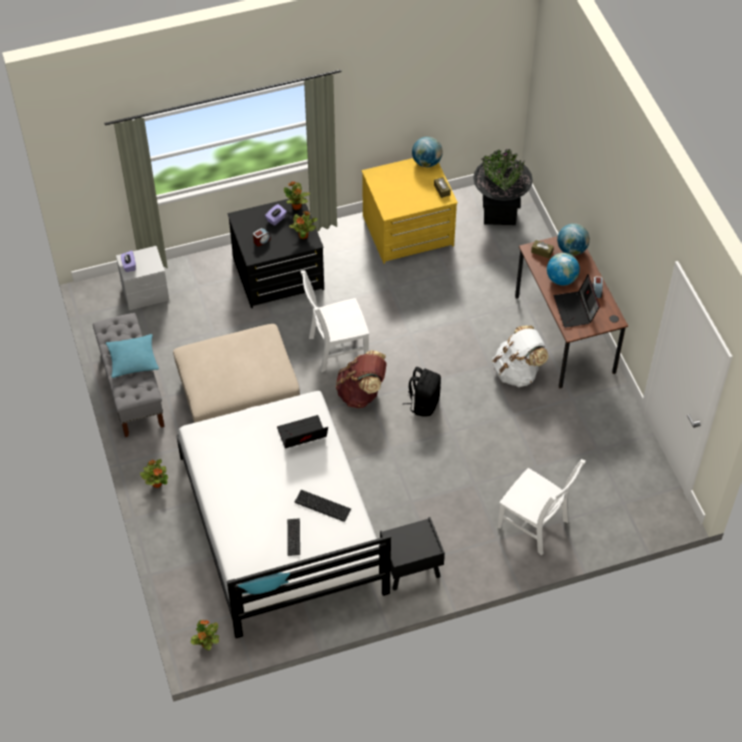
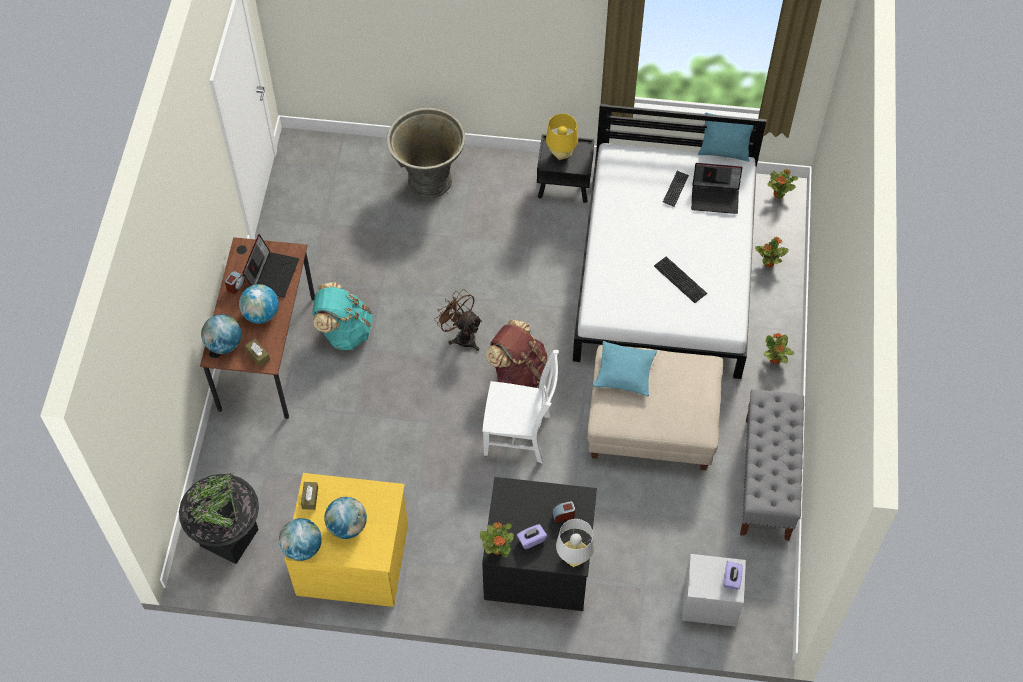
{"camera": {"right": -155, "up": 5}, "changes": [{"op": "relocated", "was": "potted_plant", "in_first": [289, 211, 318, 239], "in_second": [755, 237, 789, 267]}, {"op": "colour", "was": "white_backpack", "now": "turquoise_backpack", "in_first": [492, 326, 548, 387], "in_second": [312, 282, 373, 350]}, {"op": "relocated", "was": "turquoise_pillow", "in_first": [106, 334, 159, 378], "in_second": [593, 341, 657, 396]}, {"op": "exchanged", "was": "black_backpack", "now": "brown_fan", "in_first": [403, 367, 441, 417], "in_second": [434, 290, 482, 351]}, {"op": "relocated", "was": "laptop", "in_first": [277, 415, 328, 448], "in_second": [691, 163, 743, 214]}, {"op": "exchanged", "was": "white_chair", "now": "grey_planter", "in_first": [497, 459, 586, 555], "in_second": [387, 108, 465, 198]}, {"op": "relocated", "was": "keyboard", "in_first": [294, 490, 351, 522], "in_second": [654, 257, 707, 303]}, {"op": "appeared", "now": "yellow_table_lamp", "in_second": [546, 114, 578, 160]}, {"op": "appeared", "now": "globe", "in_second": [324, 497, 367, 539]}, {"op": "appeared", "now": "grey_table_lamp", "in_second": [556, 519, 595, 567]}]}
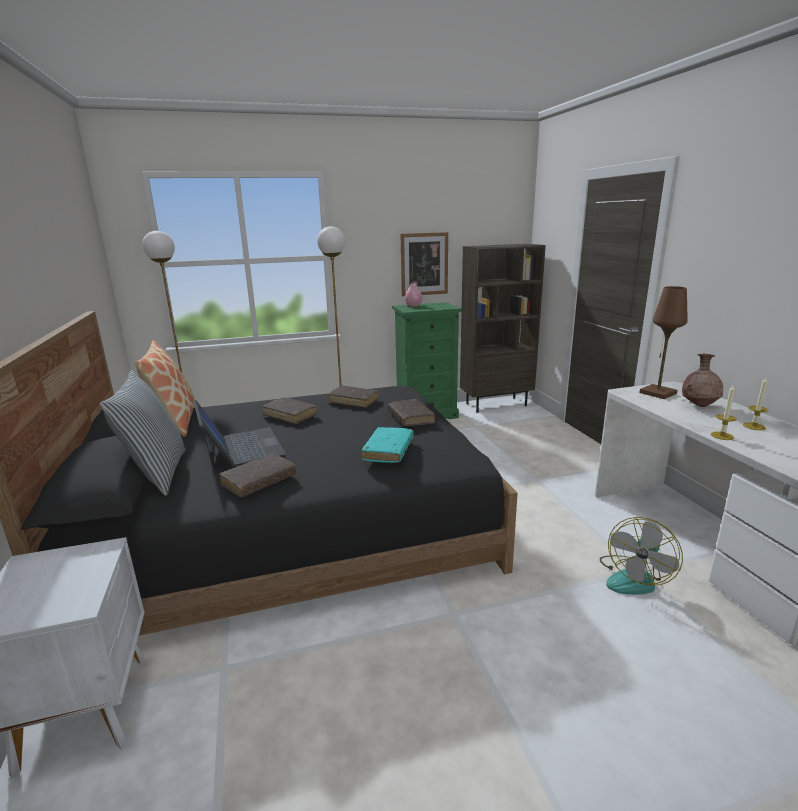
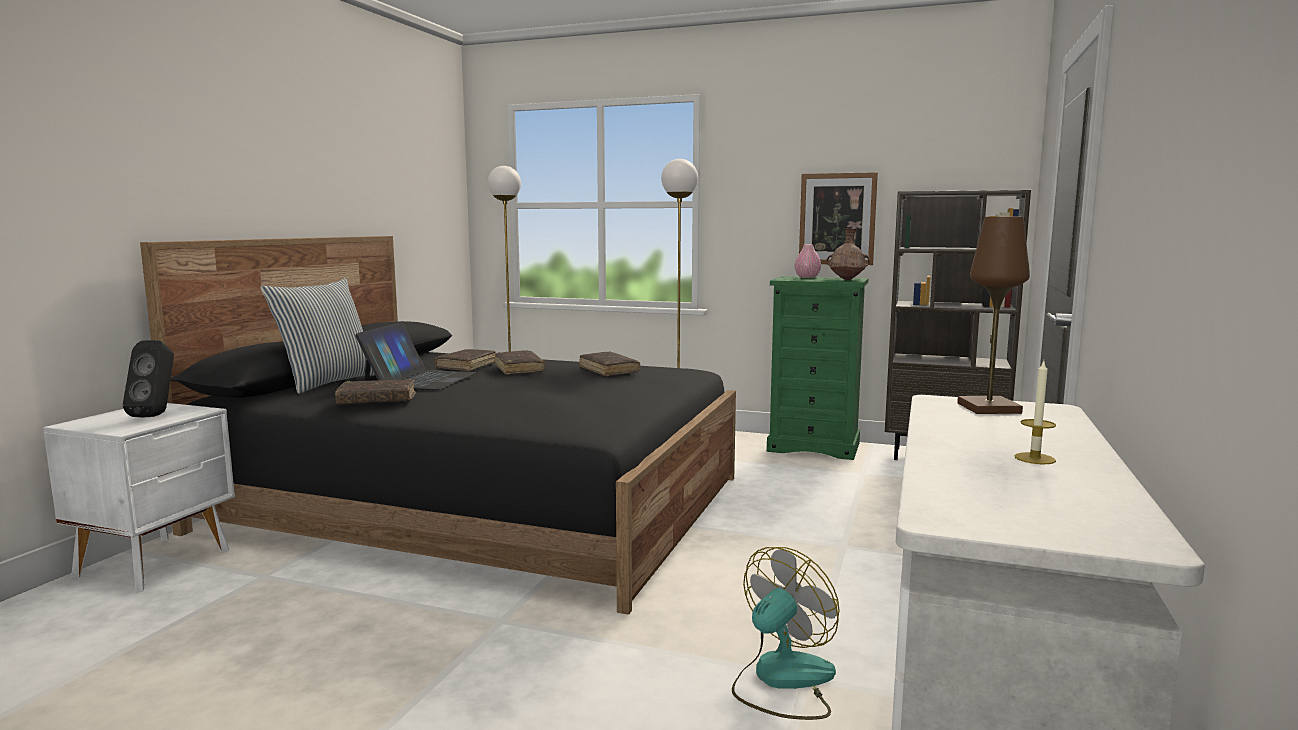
{"camera": {"right": 35, "up": -10}, "changes": [{"op": "missing", "was": "pillow", "in_first": [135, 340, 195, 437]}, {"op": "relocated", "was": "brown_vase", "in_first": [682, 354, 723, 407], "in_second": [826, 228, 870, 280]}, {"op": "missing", "was": "candle", "in_first": [711, 384, 736, 440]}, {"op": "relocated", "was": "brown_book", "in_first": [388, 399, 435, 426], "in_second": [434, 349, 496, 372]}, {"op": "missing", "was": "turquoise_book", "in_first": [361, 427, 413, 463]}, {"op": "spun", "was": "fan", "in_first": [600, 517, 683, 595], "in_second": [732, 547, 840, 720], "clockwise": 150}, {"op": "appeared", "now": "black_speaker", "in_second": [123, 340, 174, 417]}]}
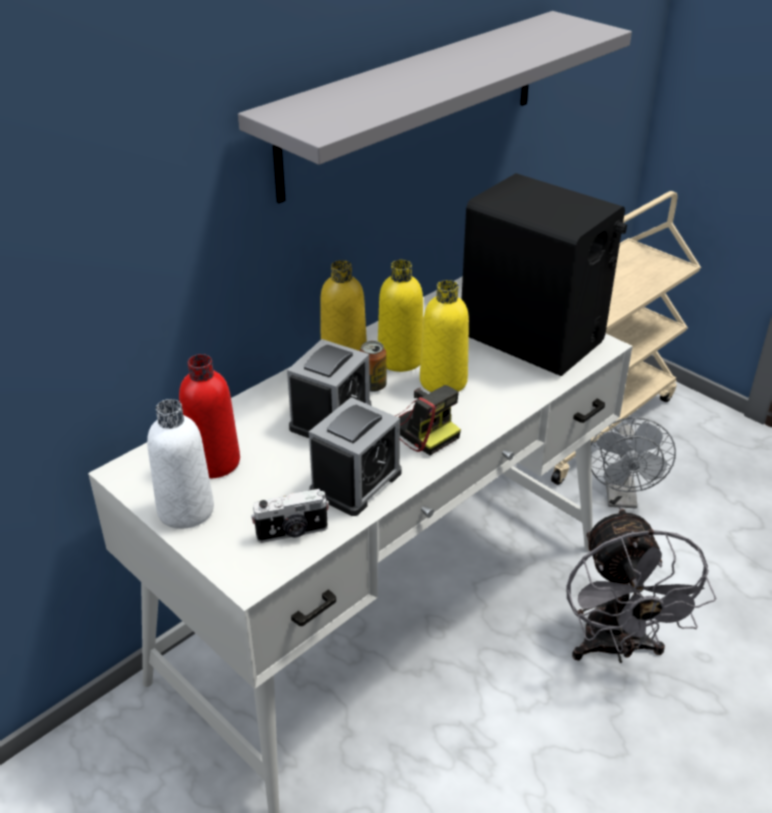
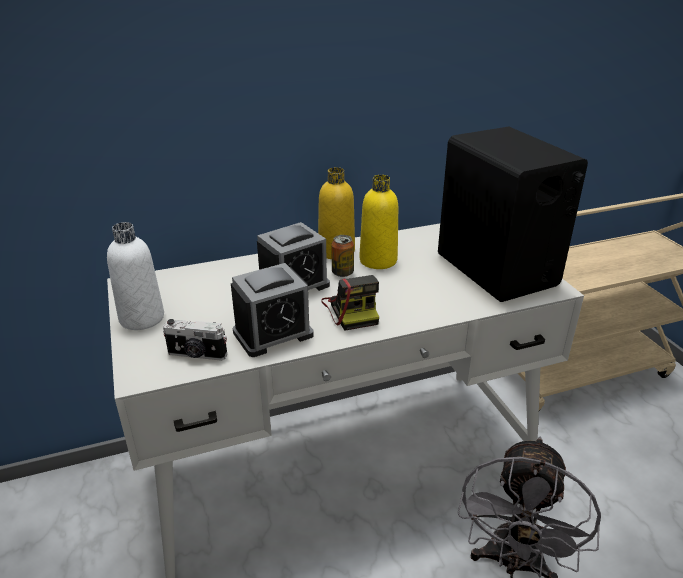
{"camera": {"right": 25, "up": -5}, "changes": [{"op": "missing", "was": "grey_shelf", "in_first": [238, 11, 632, 203]}, {"op": "missing", "was": "yellow_bottle", "in_first": [420, 280, 469, 392]}, {"op": "missing", "was": "red_bottle", "in_first": [179, 354, 240, 479]}, {"op": "missing", "was": "grey_fan", "in_first": [591, 417, 676, 508]}]}
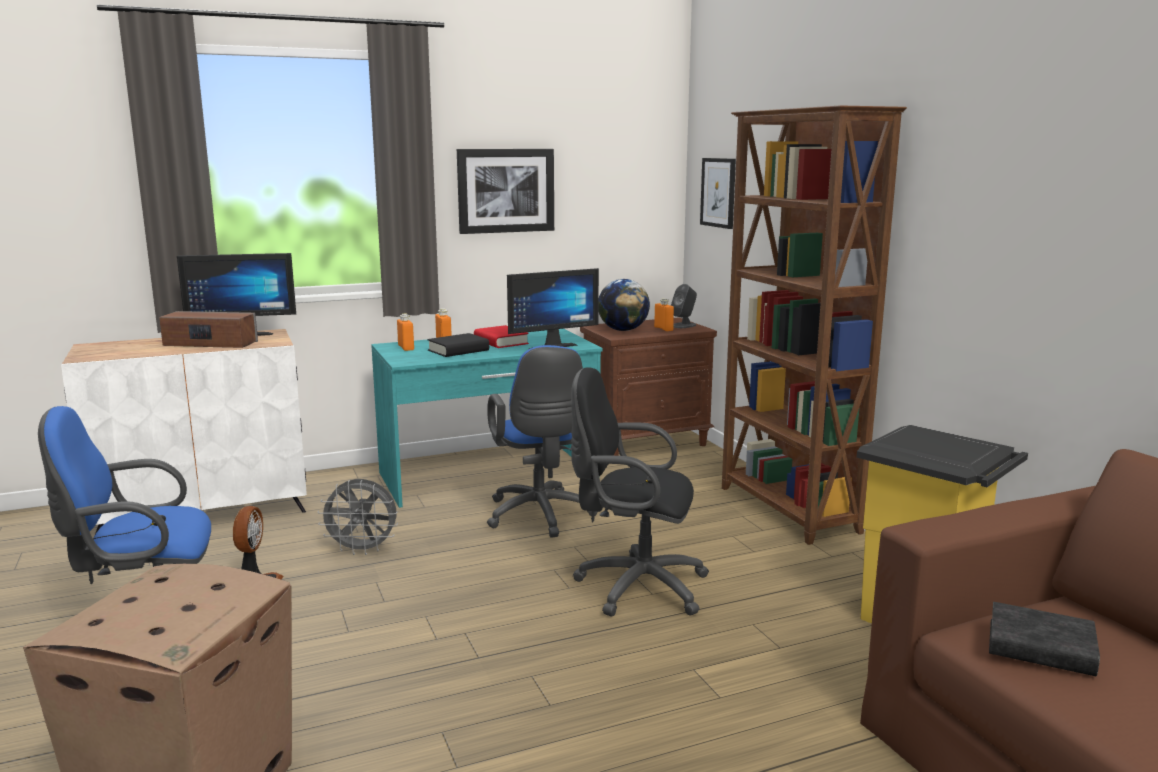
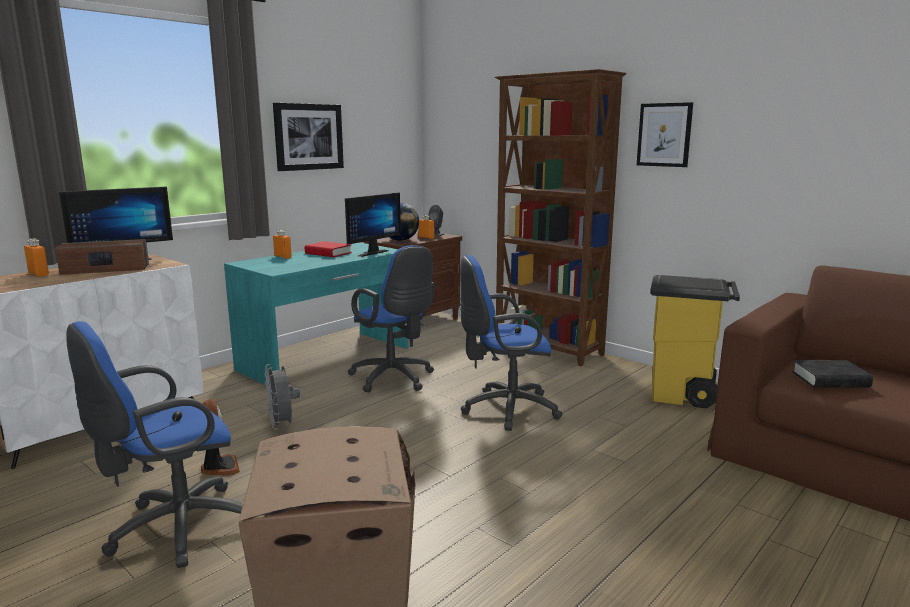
{"camera": {"right": -25, "up": 0}, "changes": [{"op": "relocated", "was": "picture", "in_first": [700, 158, 736, 229], "in_second": [637, 102, 693, 167]}, {"op": "relocated", "was": "orange_bottle", "in_first": [397, 314, 414, 351], "in_second": [24, 239, 49, 277]}, {"op": "missing", "was": "black_book", "in_first": [427, 333, 489, 357]}, {"op": "colour", "was": "black_office_chair", "now": "blue_office_chair", "in_first": [571, 367, 709, 616], "in_second": [460, 255, 562, 431]}, {"op": "spun", "was": "grey_fan", "in_first": [317, 479, 398, 555], "in_second": [264, 364, 300, 430], "clockwise": 90}]}
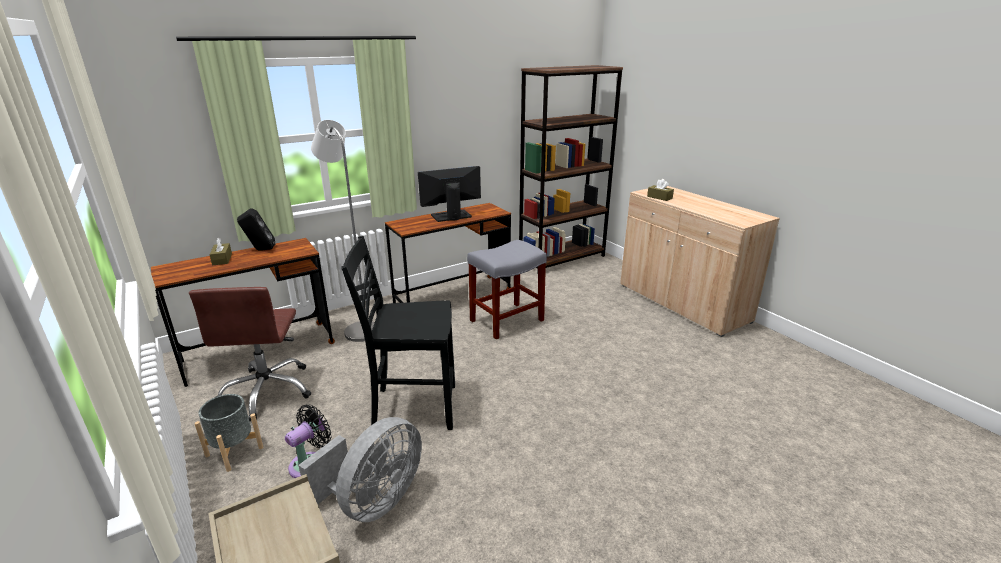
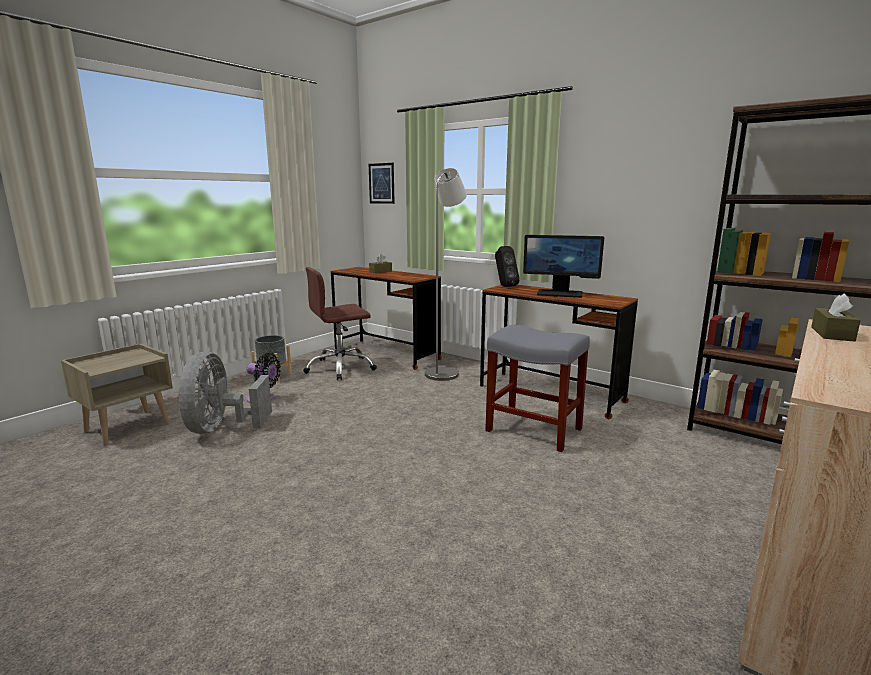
{"camera": {"right": 70, "up": -10}, "changes": [{"op": "spun", "was": "monitor", "in_first": [418, 166, 481, 222], "in_second": [523, 235, 604, 298], "clockwise": 150}, {"op": "relocated", "was": "black_speaker", "in_first": [237, 208, 275, 250], "in_second": [495, 246, 520, 287]}, {"op": "missing", "was": "black_chair", "in_first": [341, 236, 455, 430]}, {"op": "spun", "was": "grey_fan", "in_first": [298, 417, 422, 522], "in_second": [179, 352, 272, 434], "clockwise": 75}, {"op": "appeared", "now": "picture", "in_second": [369, 163, 395, 204]}]}
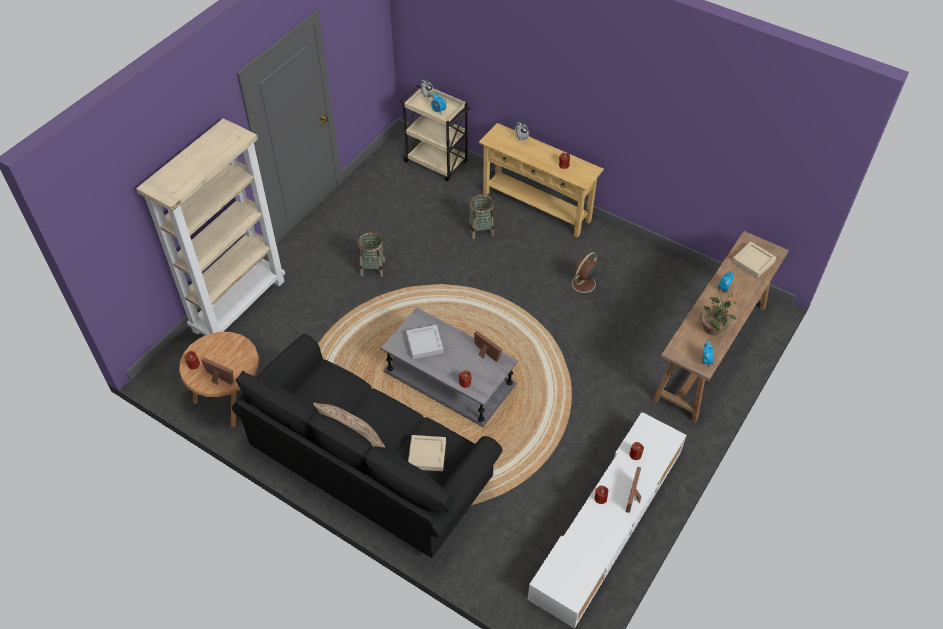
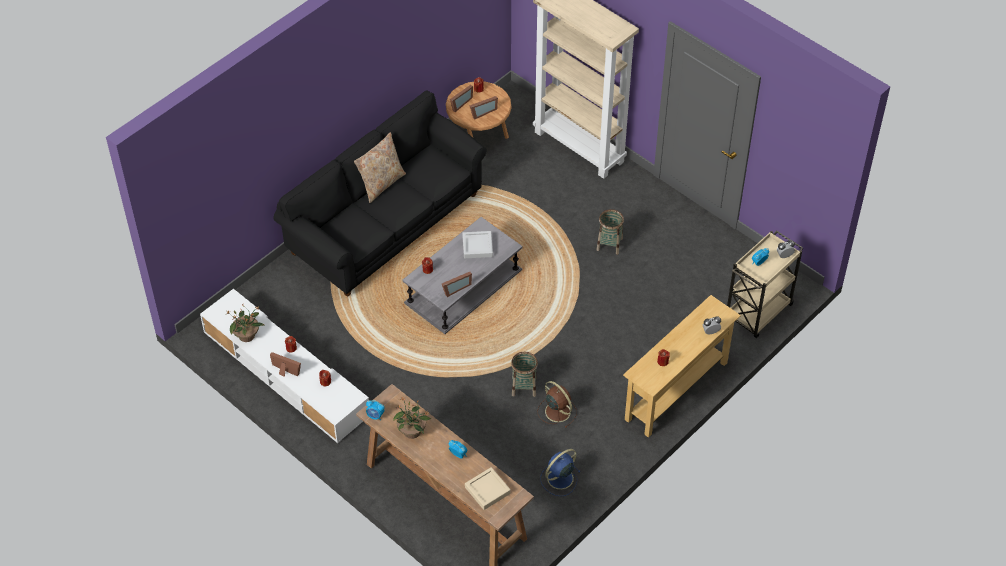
{"camera": {"right": 100, "up": 0}, "changes": [{"op": "relocated", "was": "basket", "in_first": [469, 194, 494, 239], "in_second": [511, 352, 538, 397]}, {"op": "missing", "was": "beige_tray", "in_first": [408, 435, 446, 471]}, {"op": "appeared", "now": "picture_frame", "in_second": [470, 96, 498, 120]}, {"op": "appeared", "now": "potted_plant", "in_second": [226, 304, 265, 342]}, {"op": "appeared", "now": "blue_fan", "in_second": [540, 449, 580, 496]}]}
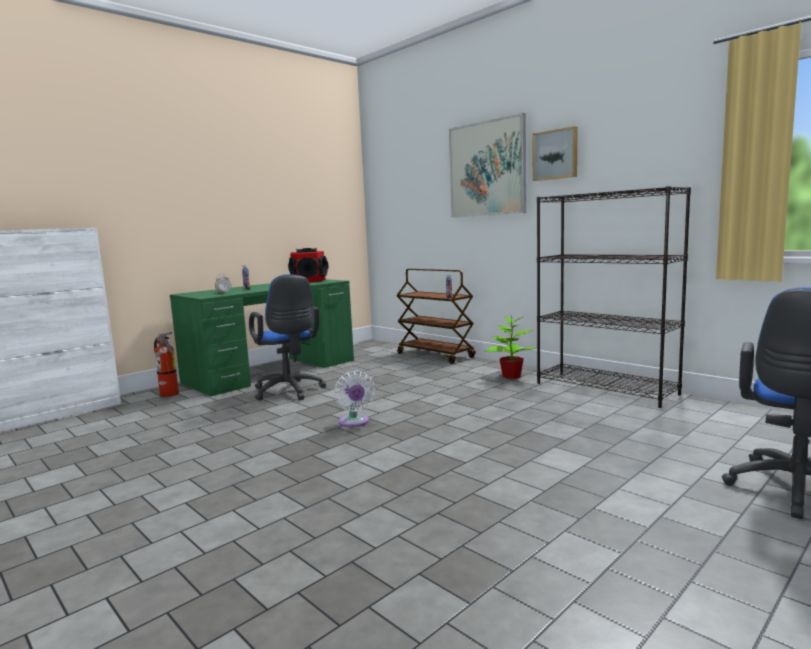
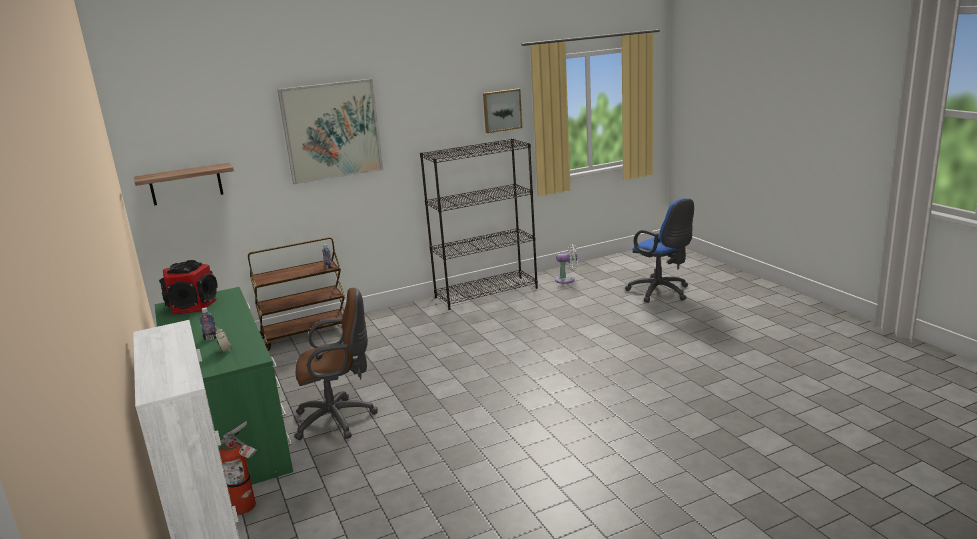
{"camera": {"right": -70, "up": 10}, "changes": [{"op": "relocated", "was": "picture", "in_first": [533, 126, 578, 181], "in_second": [483, 89, 522, 133]}, {"op": "colour", "was": "blue_office_chair", "now": "brown_office_chair", "in_first": [249, 274, 326, 401], "in_second": [294, 288, 378, 440]}, {"op": "missing", "was": "potted_plant", "in_first": [484, 315, 535, 379]}, {"op": "relocated", "was": "white_fan", "in_first": [334, 371, 375, 427], "in_second": [555, 244, 578, 284]}, {"op": "appeared", "now": "shelf", "in_second": [134, 163, 234, 205]}]}
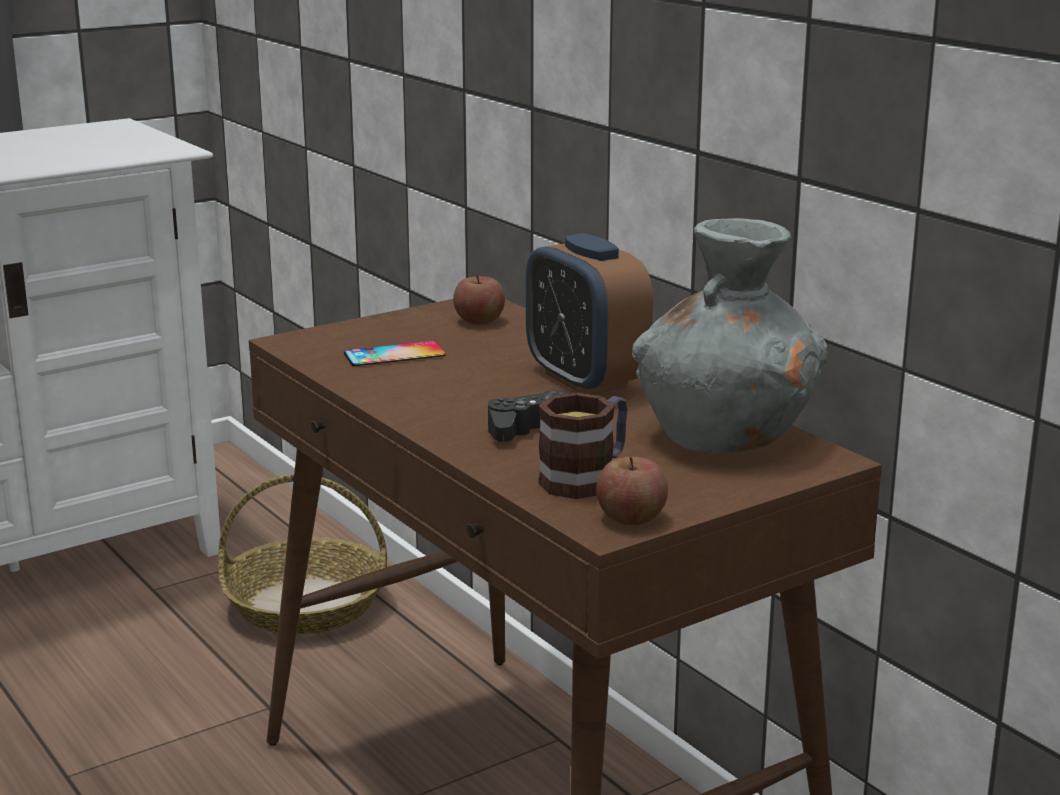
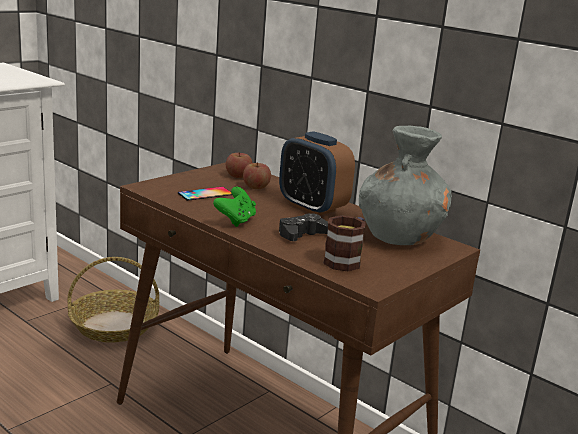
{"camera": {"right": -15, "up": 0}, "changes": [{"op": "relocated", "was": "apple", "in_first": [596, 456, 668, 525], "in_second": [243, 162, 271, 189]}, {"op": "appeared", "now": "green_game_controller", "in_second": [213, 187, 256, 227]}]}
